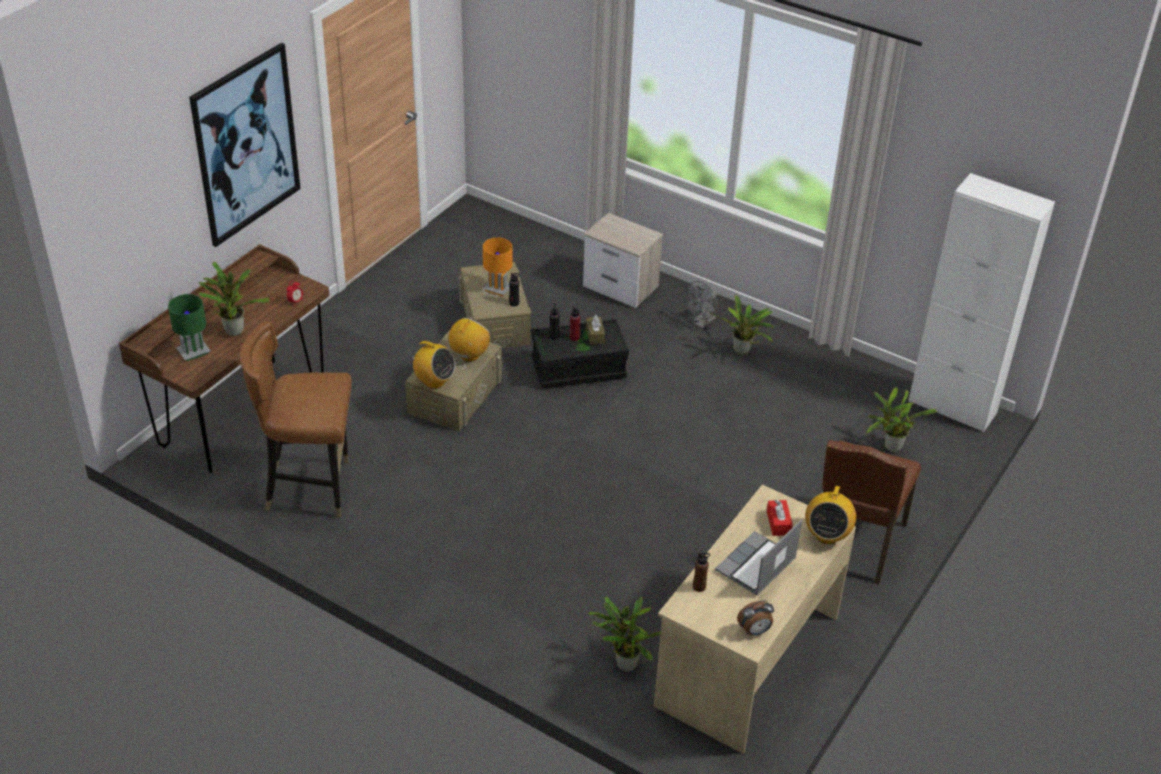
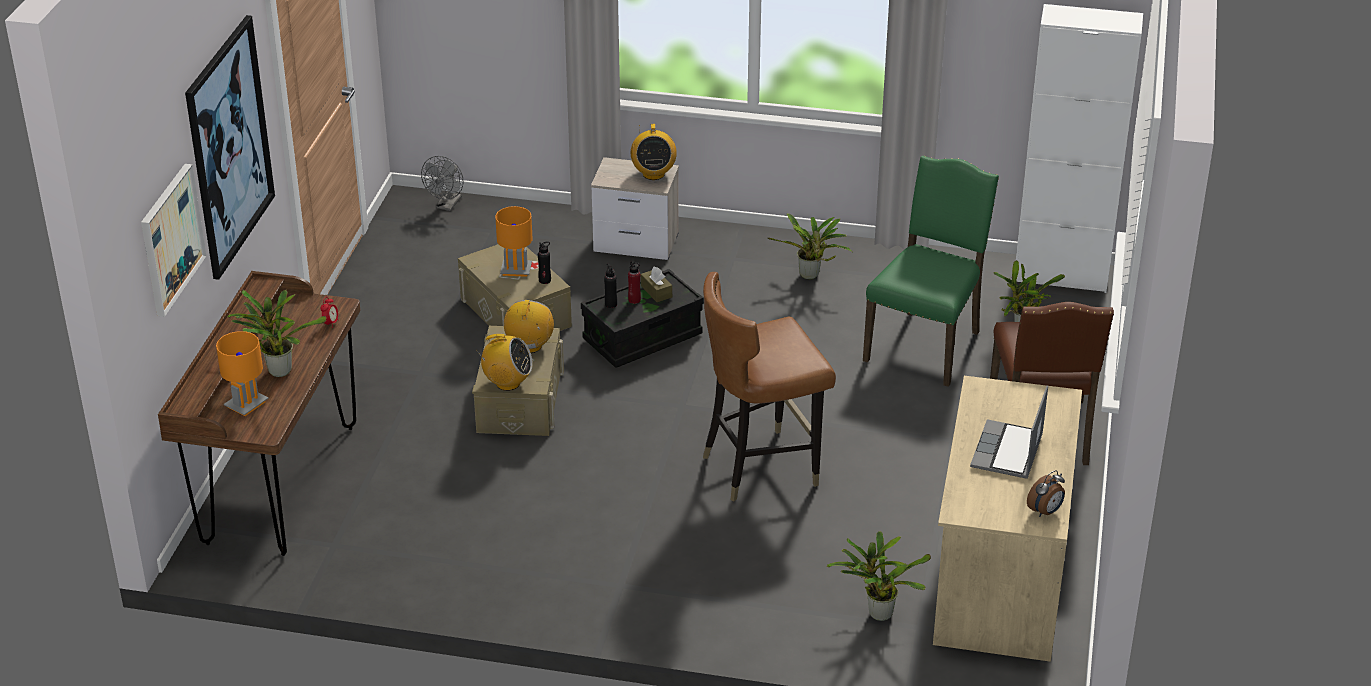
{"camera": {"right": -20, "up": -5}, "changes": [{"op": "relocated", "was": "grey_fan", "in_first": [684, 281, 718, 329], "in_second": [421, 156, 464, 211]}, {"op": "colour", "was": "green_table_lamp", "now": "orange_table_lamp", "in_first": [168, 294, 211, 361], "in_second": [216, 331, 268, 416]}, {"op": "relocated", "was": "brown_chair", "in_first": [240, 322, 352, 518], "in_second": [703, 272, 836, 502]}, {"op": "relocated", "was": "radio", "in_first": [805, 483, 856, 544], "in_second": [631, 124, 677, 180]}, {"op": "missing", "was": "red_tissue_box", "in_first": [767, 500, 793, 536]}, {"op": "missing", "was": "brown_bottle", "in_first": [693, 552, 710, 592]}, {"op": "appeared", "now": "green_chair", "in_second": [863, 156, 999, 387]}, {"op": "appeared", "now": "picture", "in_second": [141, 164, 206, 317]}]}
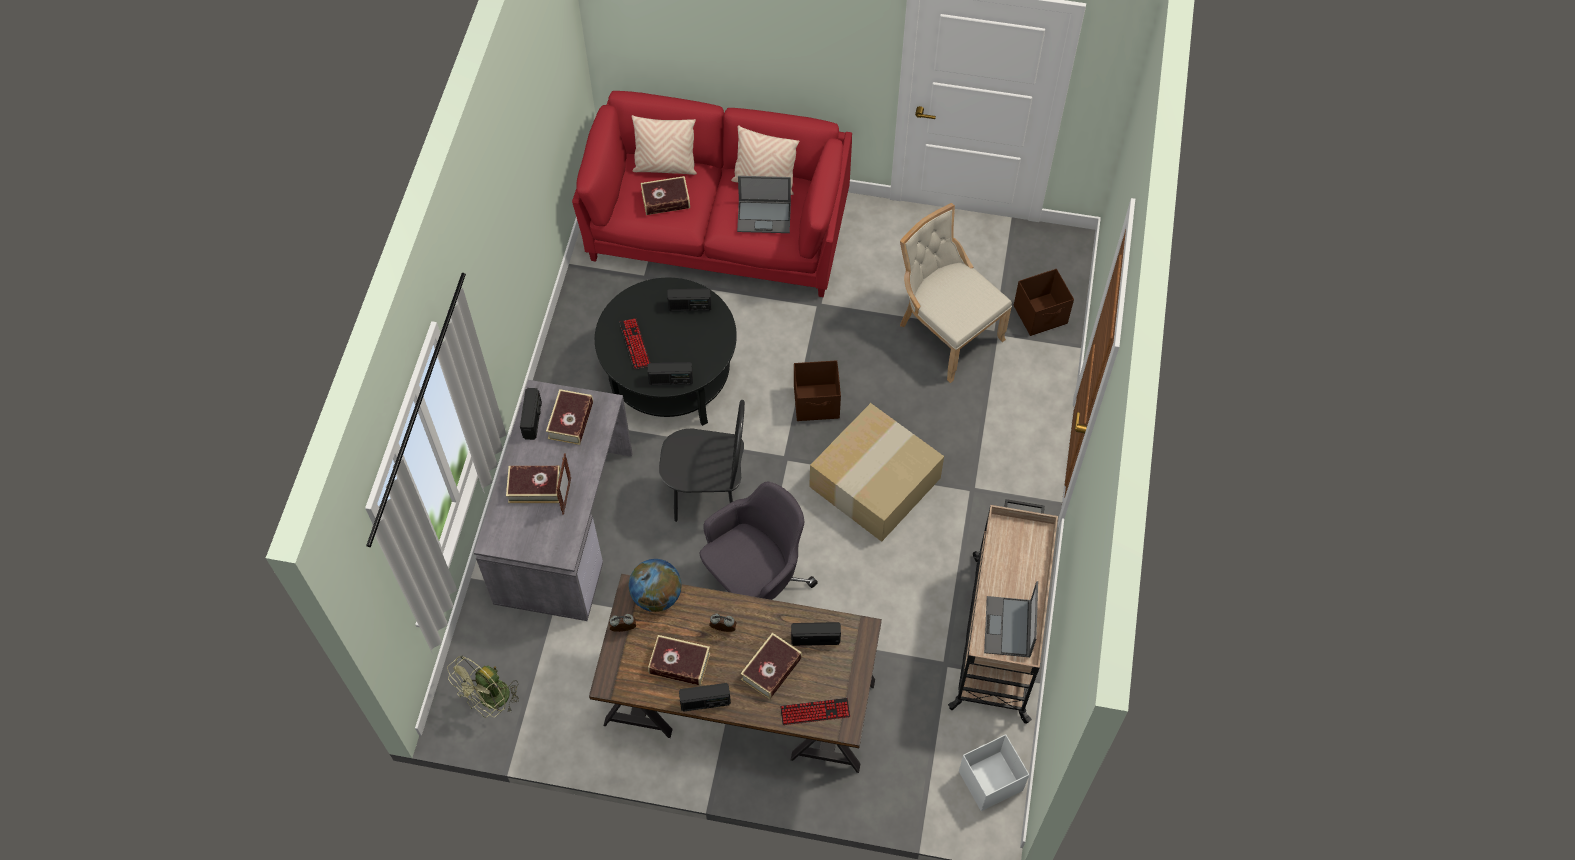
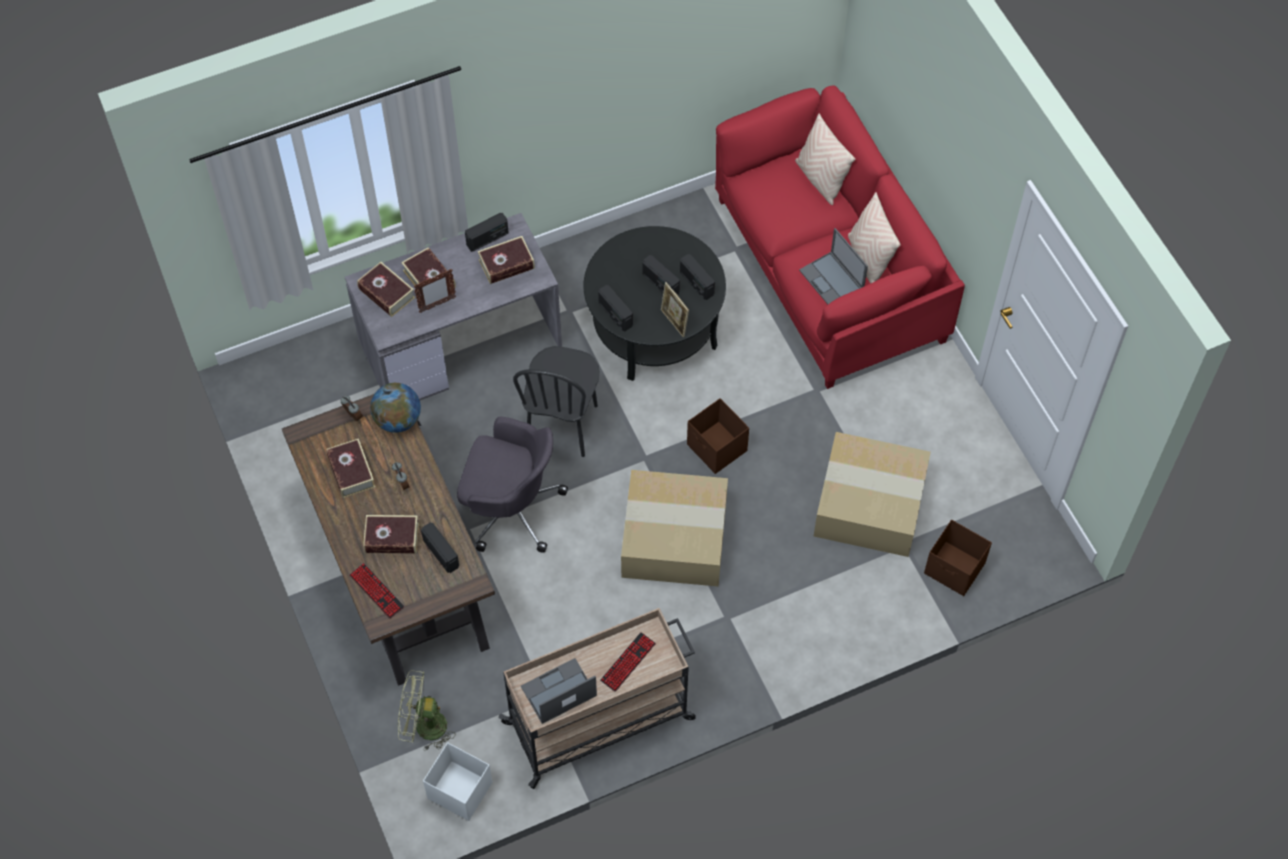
{"camera": {"right": 55, "up": 0}, "changes": [{"op": "relocated", "was": "book", "in_first": [641, 176, 690, 215], "in_second": [357, 262, 415, 317]}, {"op": "exchanged", "was": "beige_chair", "now": "cardboard_box", "in_first": [900, 203, 1012, 383], "in_second": [814, 432, 931, 557]}, {"op": "relocated", "was": "keyboard", "in_first": [620, 318, 650, 369], "in_second": [600, 632, 656, 692]}, {"op": "spun", "was": "black_chair", "in_first": [659, 400, 745, 522], "in_second": [513, 346, 600, 457], "clockwise": 45}, {"op": "relocated", "was": "green_fan", "in_first": [447, 656, 519, 717], "in_second": [398, 670, 455, 750]}, {"op": "relocated", "was": "radio", "in_first": [679, 683, 731, 712], "in_second": [643, 255, 680, 295]}, {"op": "appeared", "now": "picture_frame", "in_second": [661, 282, 689, 337]}]}
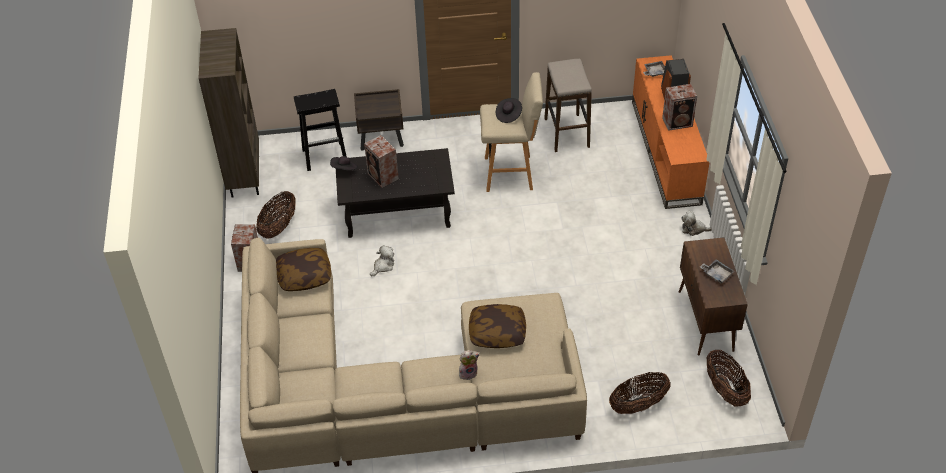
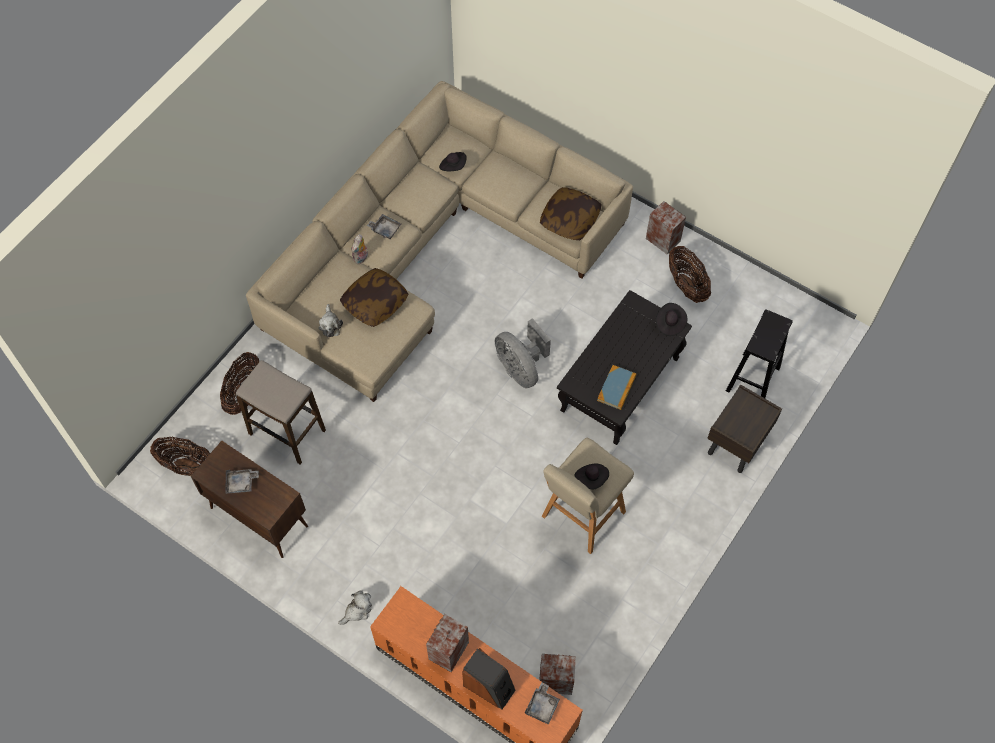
{"camera": {"right": 130, "up": 15}, "changes": [{"op": "missing", "was": "brown_bookcase", "in_first": [198, 28, 259, 198]}, {"op": "relocated", "was": "stool", "in_first": [544, 59, 592, 152], "in_second": [236, 360, 326, 464]}, {"op": "relocated", "was": "speaker", "in_first": [364, 135, 399, 188], "in_second": [539, 654, 576, 695]}, {"op": "relocated", "was": "plush_toy", "in_first": [370, 245, 394, 276], "in_second": [319, 304, 343, 337]}, {"op": "appeared", "now": "black_hat", "in_second": [439, 152, 467, 171]}, {"op": "appeared", "now": "grey_tray", "in_second": [367, 214, 401, 239]}, {"op": "appeared", "now": "grey_fan", "in_second": [495, 318, 551, 389]}, {"op": "appeared", "now": "book", "in_second": [597, 365, 636, 410]}]}
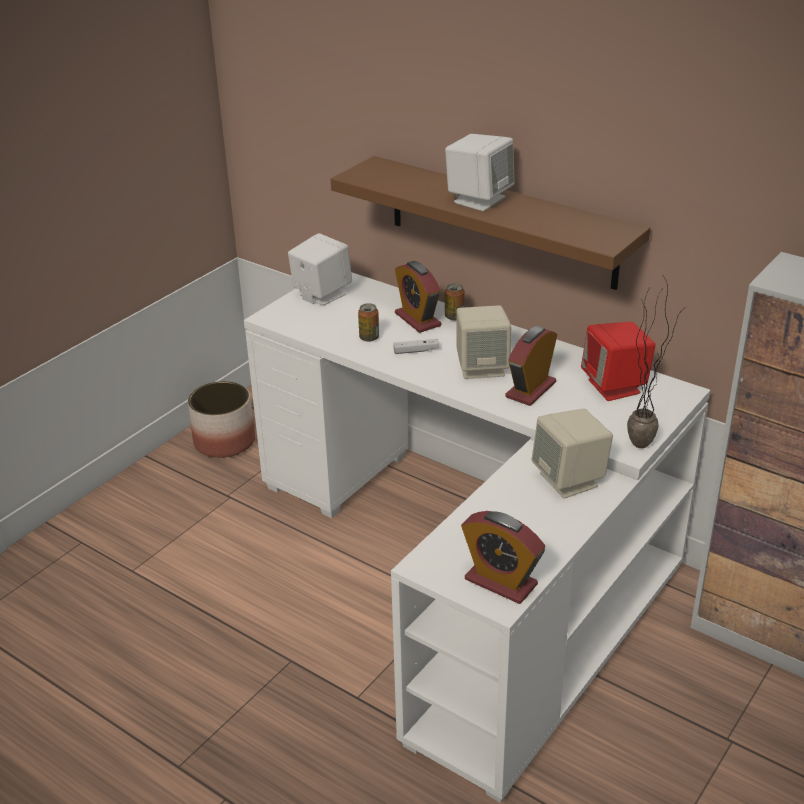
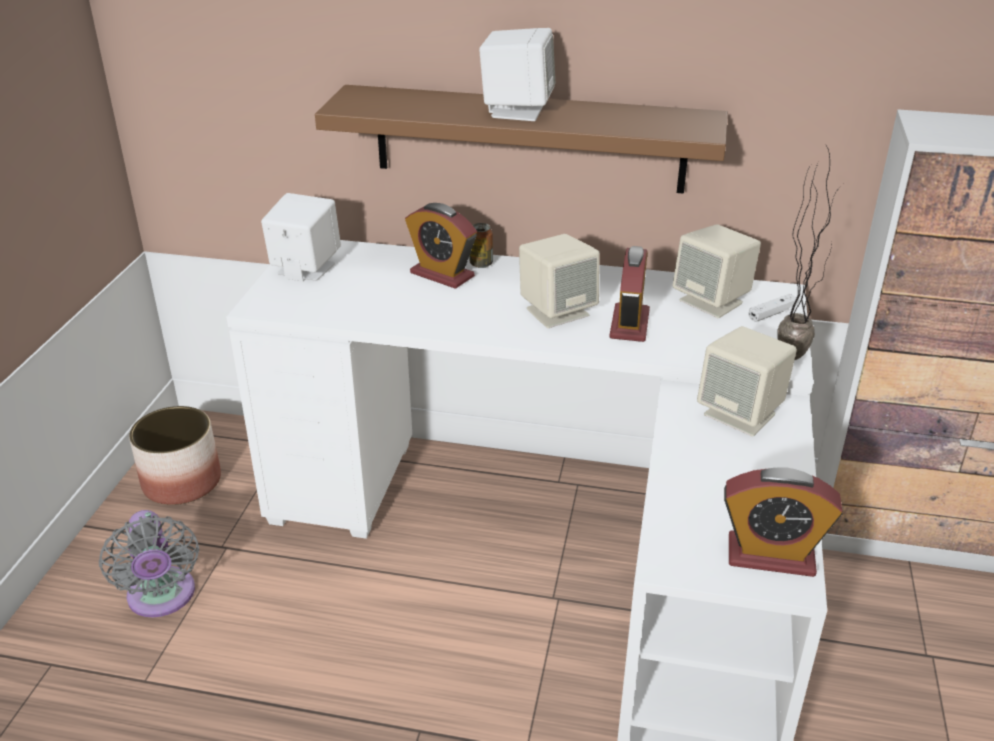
{"camera": {"right": -25, "up": 0}, "changes": [{"op": "missing", "was": "can", "in_first": [358, 303, 379, 342]}, {"op": "colour", "was": "red_speaker", "now": "beige_speaker", "in_first": [581, 322, 656, 401], "in_second": [673, 224, 761, 318]}, {"op": "relocated", "was": "white_game_controller", "in_first": [393, 339, 439, 354], "in_second": [749, 294, 799, 322]}, {"op": "appeared", "now": "grey_fan", "in_second": [99, 510, 199, 617]}]}
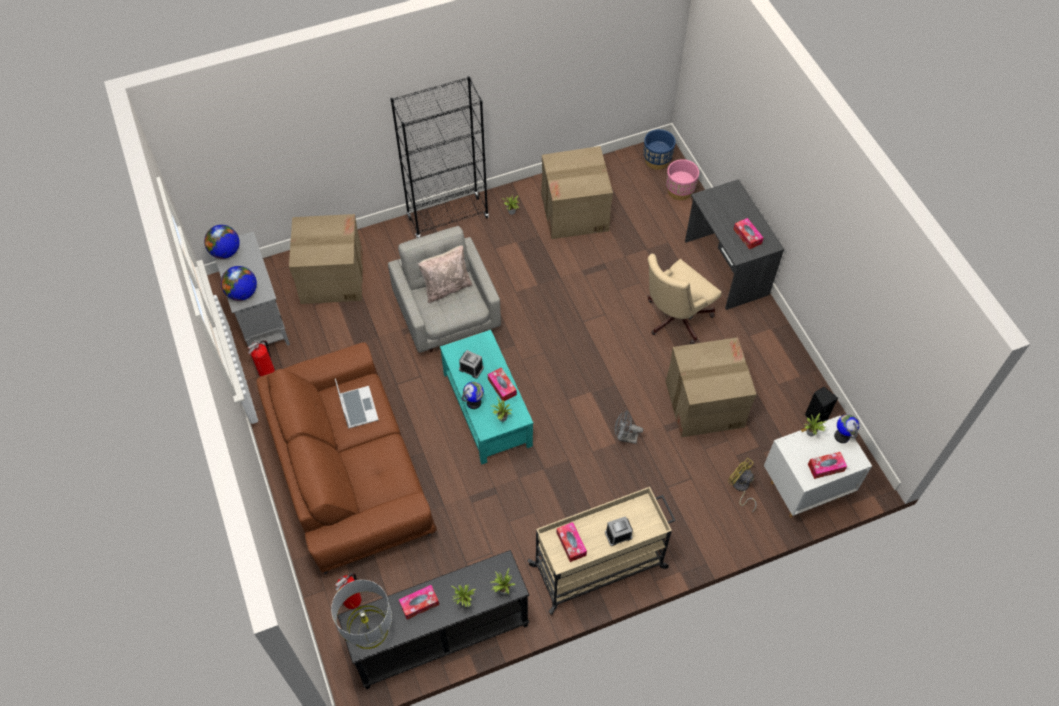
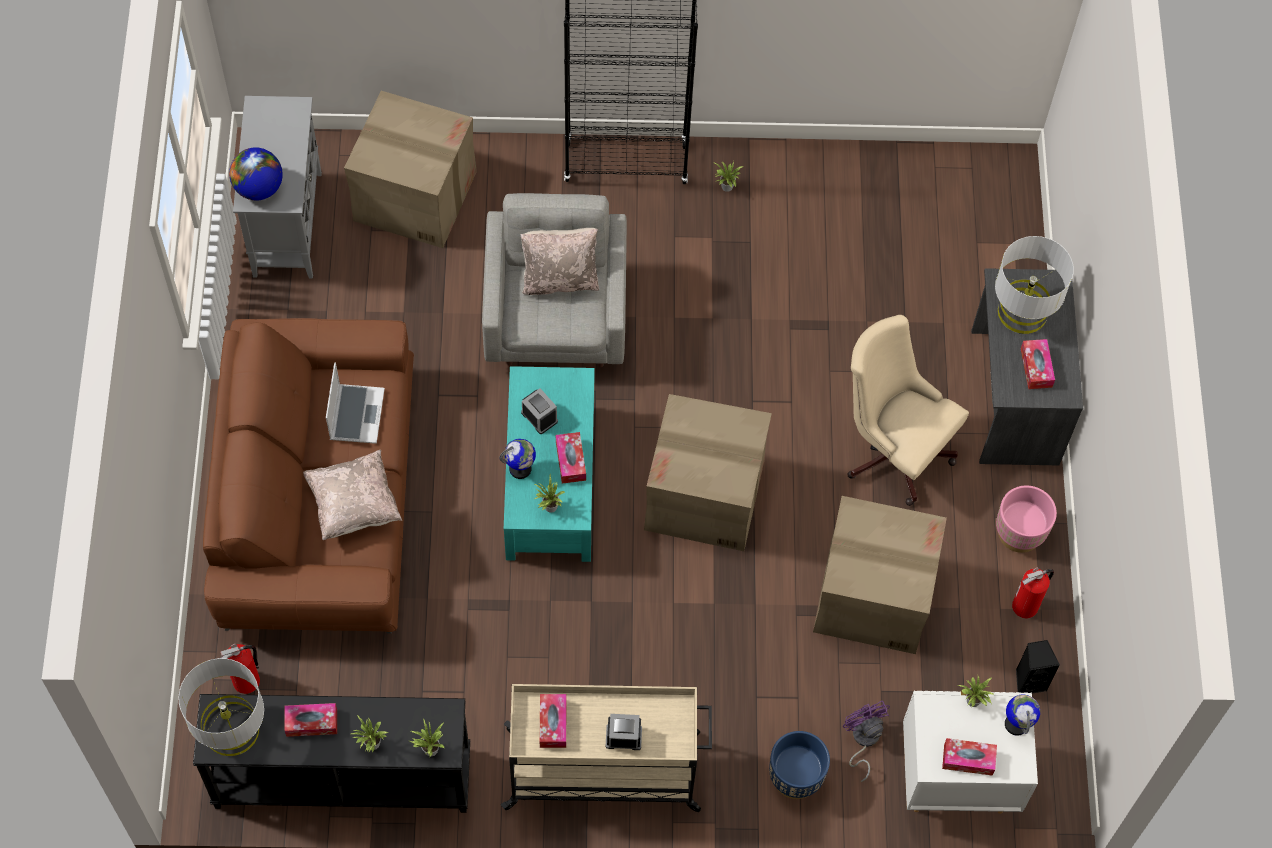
{"camera": {"right": 20, "up": 5}, "changes": [{"op": "relocated", "was": "blue_planter", "in_first": [643, 129, 676, 170], "in_second": [769, 731, 830, 799]}, {"op": "relocated", "was": "cardboard_box", "in_first": [541, 146, 613, 239], "in_second": [644, 394, 772, 551]}, {"op": "relocated", "was": "pink_planter", "in_first": [666, 159, 699, 200], "in_second": [996, 486, 1057, 553]}, {"op": "missing", "was": "globe", "in_first": [204, 225, 239, 259]}, {"op": "spun", "was": "beige_office_chair", "in_first": [647, 254, 722, 344], "in_second": [847, 315, 969, 506], "clockwise": 60}, {"op": "relocated", "was": "fire_extinguisher", "in_first": [248, 340, 275, 377], "in_second": [1012, 568, 1054, 618]}, {"op": "missing", "was": "grey_fan", "in_first": [615, 410, 643, 444]}, {"op": "colour", "was": "yellow_fan", "now": "purple_fan", "in_first": [729, 458, 756, 512], "in_second": [843, 700, 890, 782]}, {"op": "appeared", "now": "grey_table_lamp", "in_second": [995, 236, 1074, 334]}, {"op": "appeared", "now": "beige_pillow", "in_second": [303, 450, 402, 540]}]}
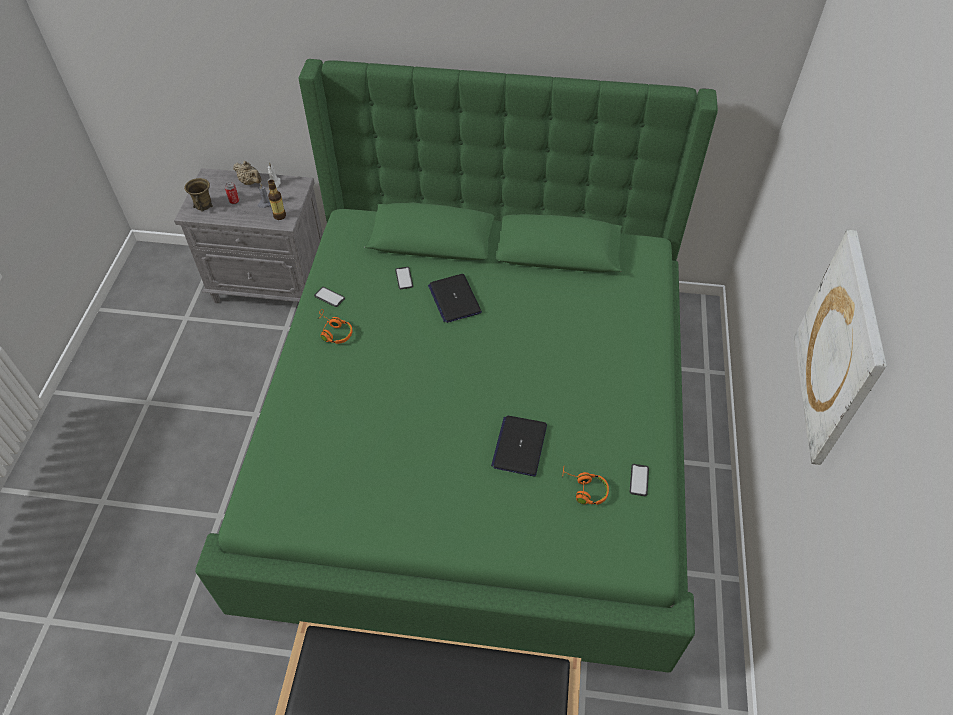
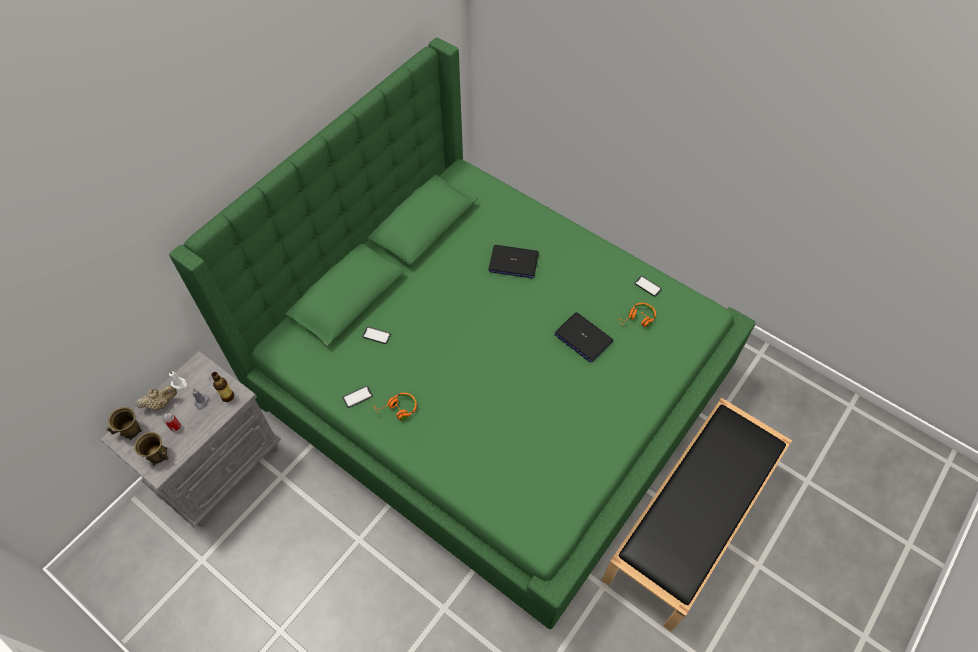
{"camera": {"right": -60, "up": 5}, "changes": [{"op": "missing", "was": "picture", "in_first": [794, 229, 887, 465]}, {"op": "relocated", "was": "laptop", "in_first": [428, 274, 482, 323], "in_second": [488, 245, 539, 278]}, {"op": "appeared", "now": "brown_mug", "in_second": [106, 407, 142, 440]}]}
